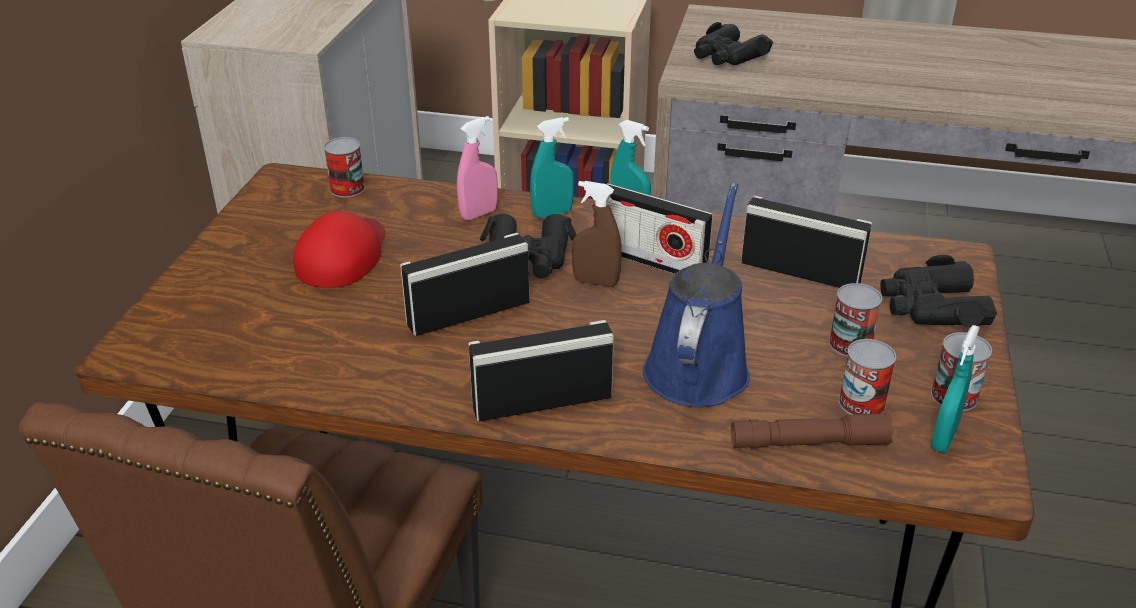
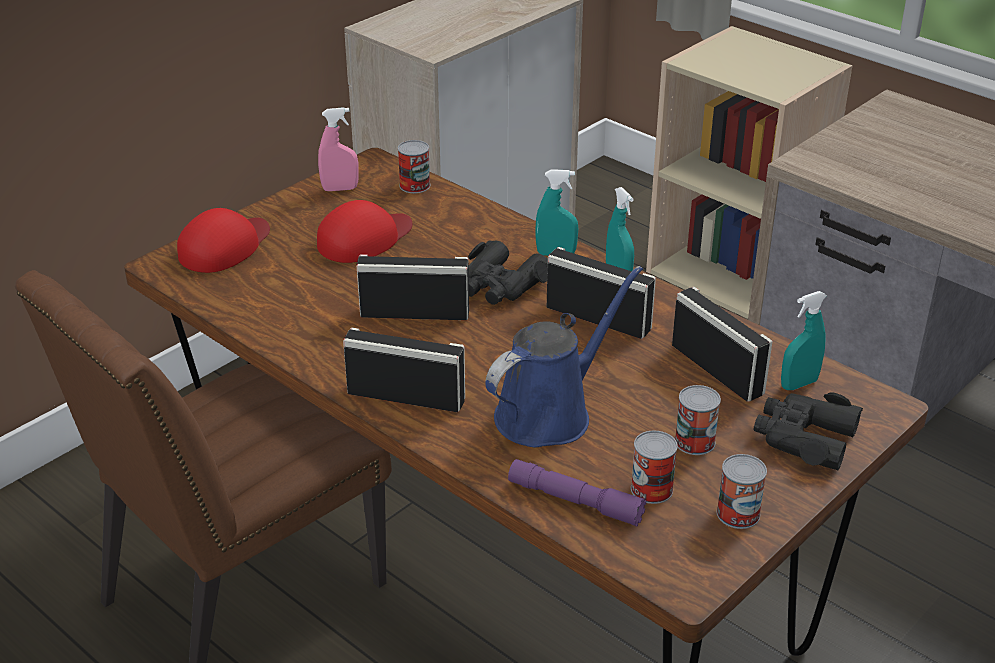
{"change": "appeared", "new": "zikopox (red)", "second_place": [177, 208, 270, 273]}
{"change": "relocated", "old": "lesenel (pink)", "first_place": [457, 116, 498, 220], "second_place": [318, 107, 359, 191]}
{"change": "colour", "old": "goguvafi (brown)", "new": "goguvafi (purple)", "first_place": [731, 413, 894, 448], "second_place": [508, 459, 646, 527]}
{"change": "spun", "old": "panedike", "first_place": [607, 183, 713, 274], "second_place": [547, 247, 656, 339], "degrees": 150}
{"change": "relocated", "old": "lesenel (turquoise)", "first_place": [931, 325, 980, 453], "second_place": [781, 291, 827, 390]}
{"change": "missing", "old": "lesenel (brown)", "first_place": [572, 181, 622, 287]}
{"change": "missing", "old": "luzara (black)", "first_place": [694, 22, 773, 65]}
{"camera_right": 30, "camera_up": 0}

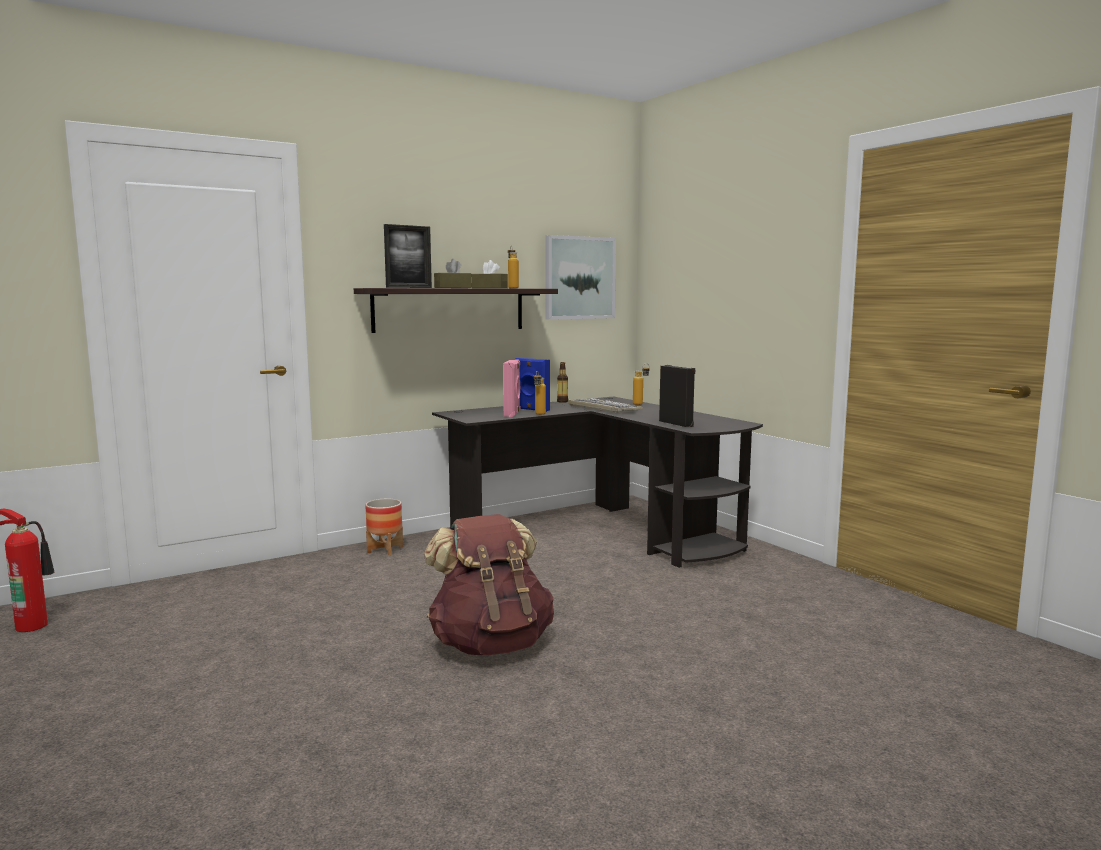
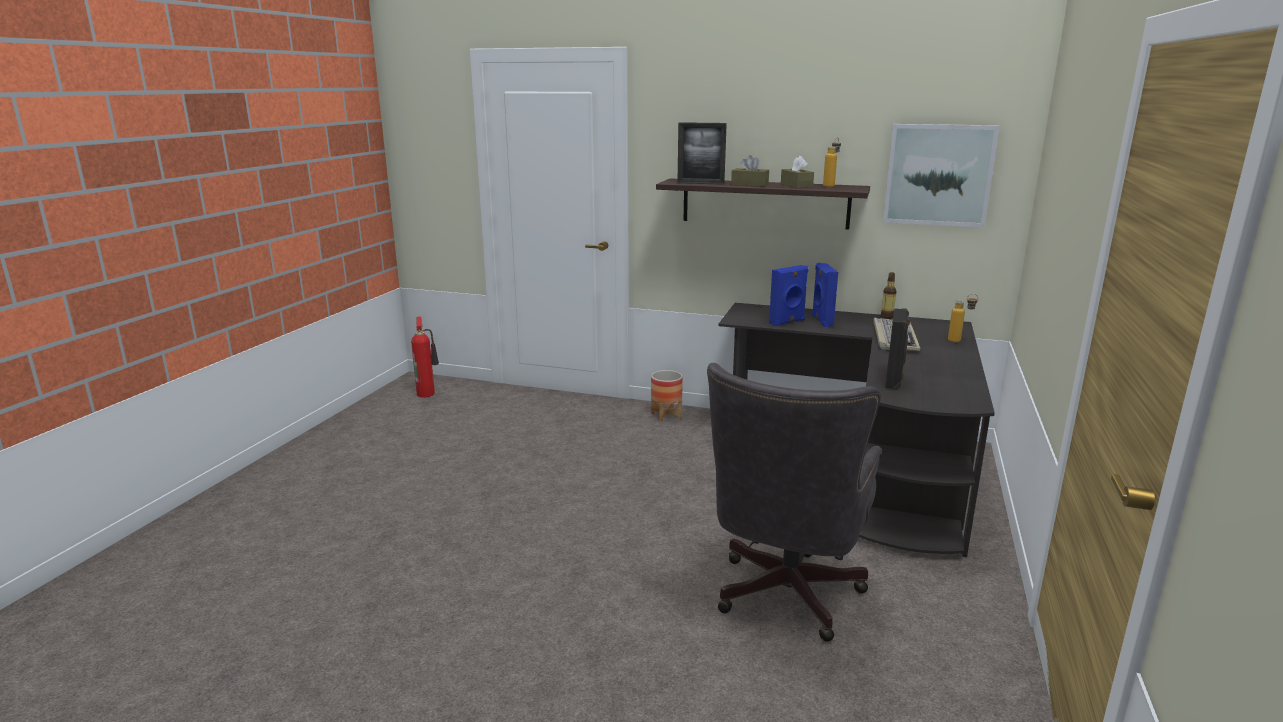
{"change": "appeared", "new": "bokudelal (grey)", "second_place": [707, 363, 882, 642]}
{"change": "colour", "old": "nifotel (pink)", "new": "nifotel (blue)", "first_place": [503, 360, 520, 417], "second_place": [769, 265, 809, 326]}
{"change": "missing", "old": "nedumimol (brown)", "first_place": [424, 514, 554, 656]}
{"change": "missing", "old": "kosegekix", "first_place": [533, 372, 546, 415]}
{"camera_right": 50, "camera_up": 10}

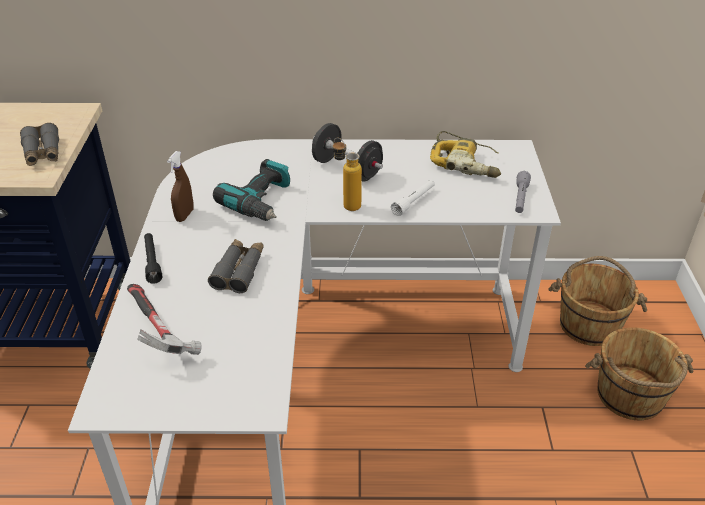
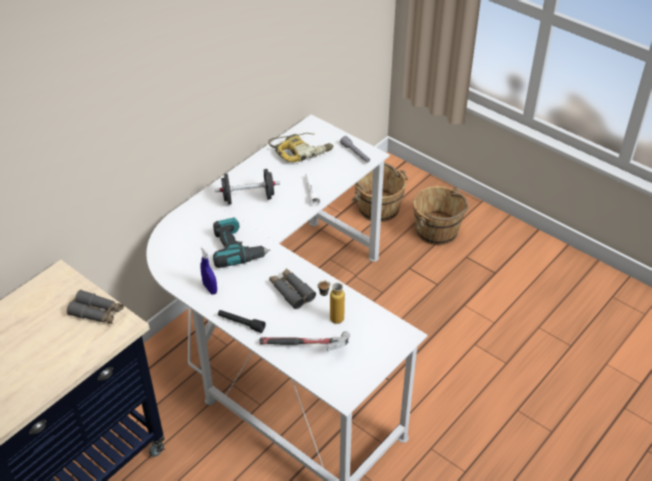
{"change": "colour", "old": "lesenel (brown)", "new": "lesenel (blue)", "first_place": [167, 151, 194, 222], "second_place": [201, 247, 217, 295]}
{"change": "relocated", "old": "kosegekix", "first_place": [333, 138, 362, 211], "second_place": [318, 280, 345, 324]}
{"camera_right": -50, "camera_up": 5}

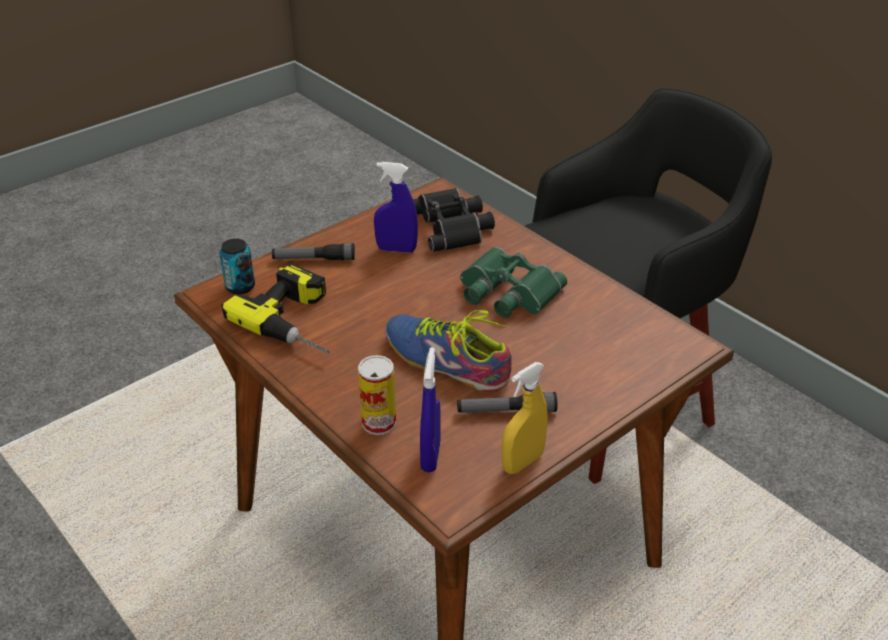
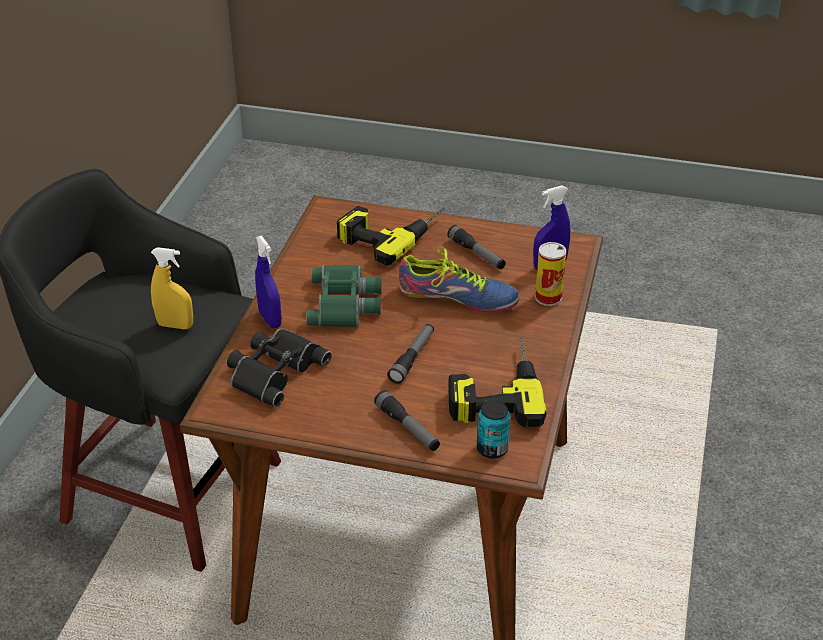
{"change": "relocated", "old": "lesenel (yellow)", "first_place": [502, 362, 548, 474], "second_place": [151, 247, 193, 329]}
{"change": "relocated", "old": "lesenel (blue)", "first_place": [374, 162, 418, 253], "second_place": [255, 235, 282, 328]}
{"change": "appeared", "new": "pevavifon", "second_place": [337, 206, 445, 266]}
{"change": "appeared", "new": "goguvafi", "second_place": [387, 324, 434, 384]}
{"change": "spun", "old": "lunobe", "first_place": [385, 310, 512, 392], "second_place": [399, 247, 520, 312], "degrees": -75}
{"camera_right": -125, "camera_up": 0}

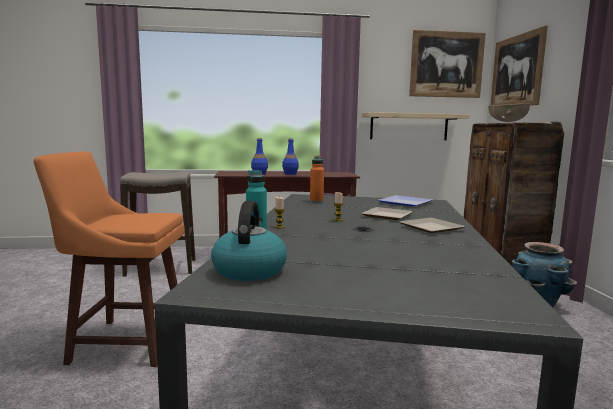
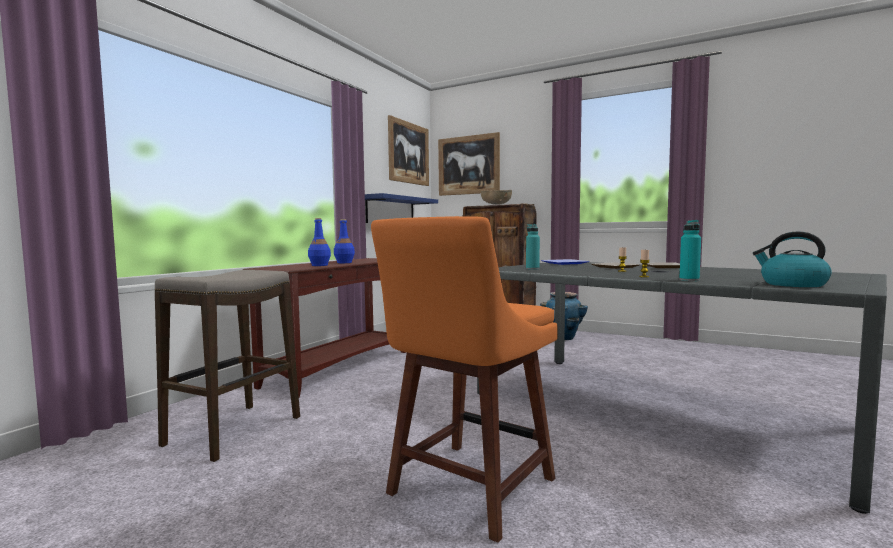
{"change": "colour", "old": "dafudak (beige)", "new": "dafudak (blue)", "first_place": [362, 112, 469, 140], "second_place": [365, 193, 438, 223]}
{"change": "colour", "old": "kosegekix (orange)", "new": "kosegekix (turquoise)", "first_place": [310, 156, 324, 203], "second_place": [526, 224, 540, 270]}
{"camera_right": -55, "camera_up": -5}

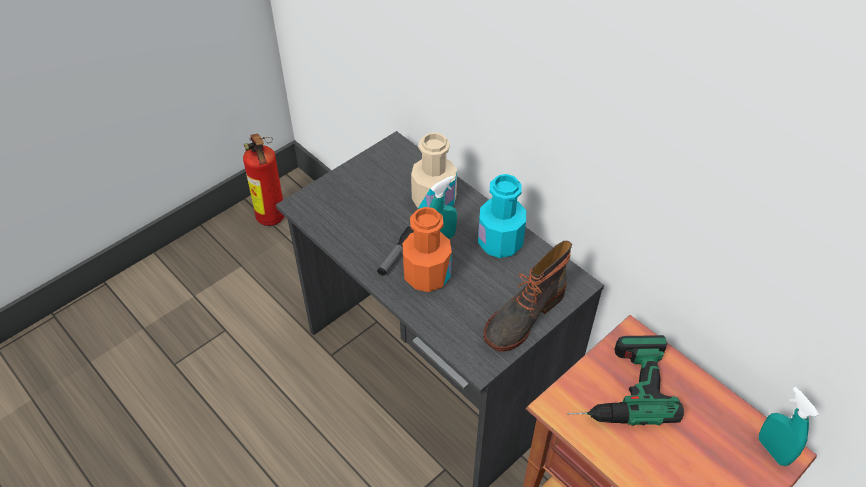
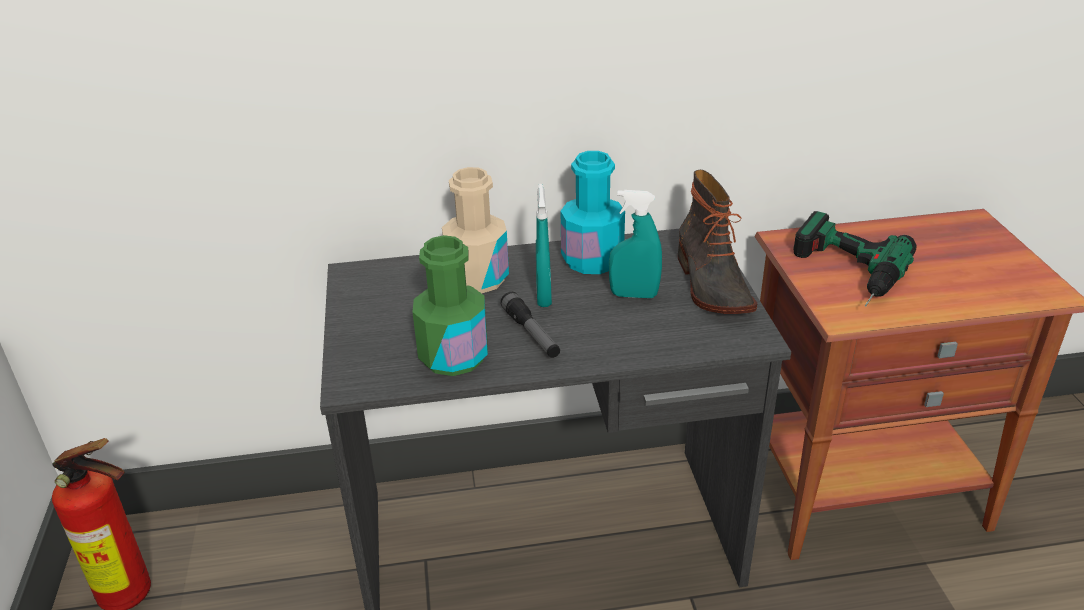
{"change": "appeared", "new": "kosegekix (green)", "second_place": [412, 235, 488, 376]}
{"change": "relocated", "old": "lesenel (turquoise)", "first_place": [759, 387, 819, 466], "second_place": [609, 190, 662, 298]}
{"change": "missing", "old": "kosegekix (orange)", "first_place": [402, 207, 452, 292]}
{"camera_right": -55, "camera_up": -15}

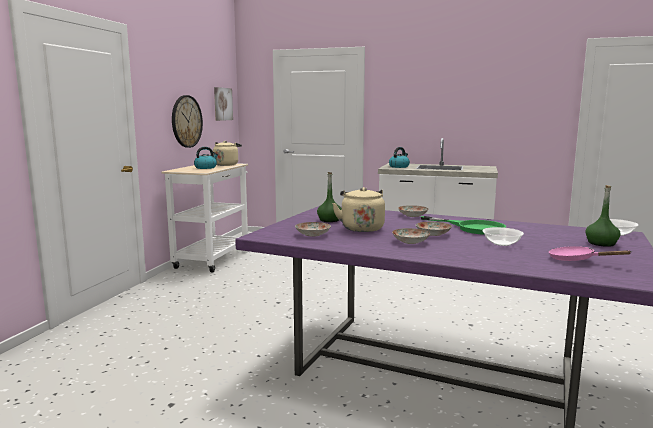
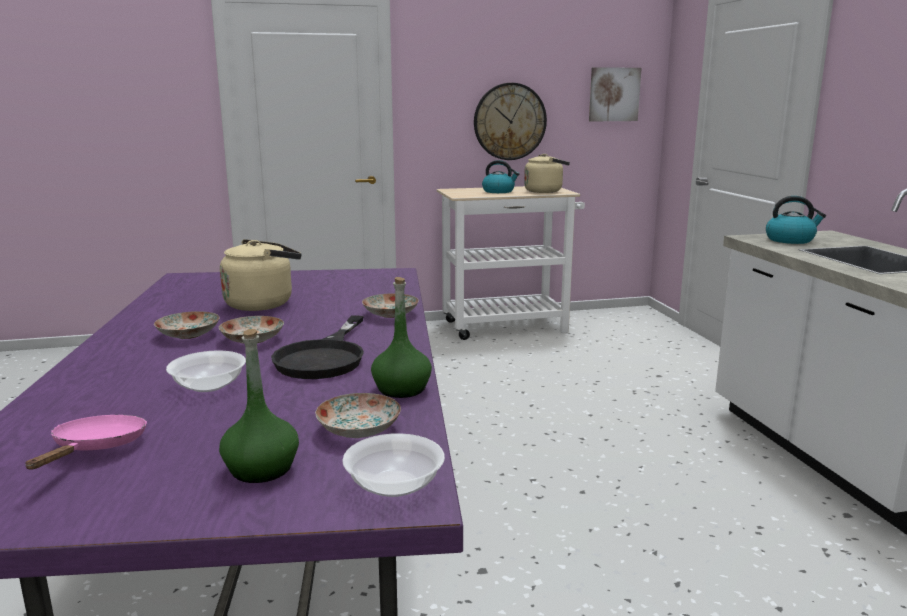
{"change": "colour", "old": "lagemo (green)", "new": "lagemo (black)", "first_place": [421, 216, 506, 235], "second_place": [271, 316, 364, 379]}
{"change": "relocated", "old": "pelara", "first_place": [295, 222, 331, 237], "second_place": [315, 393, 401, 438]}
{"change": "relocated", "old": "kosegekix (green)", "first_place": [317, 172, 342, 222], "second_place": [371, 277, 432, 398]}
{"camera_right": 60, "camera_up": 5}

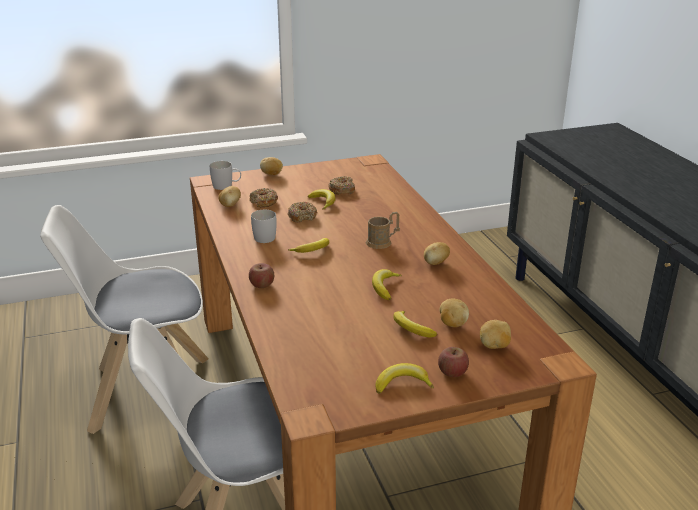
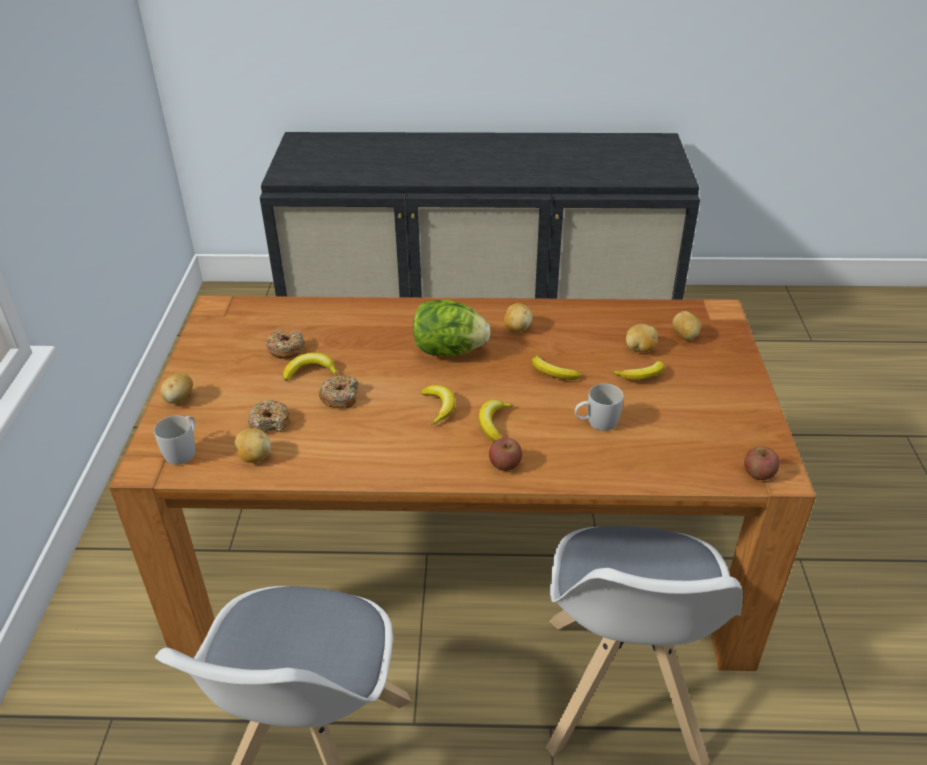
{"change": "exchanged", "old": "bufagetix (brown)", "new": "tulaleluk", "first_place": [366, 212, 400, 249], "second_place": [413, 300, 491, 356]}
{"change": "relocated", "old": "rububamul", "first_place": [376, 363, 434, 394], "second_place": [479, 399, 514, 442]}
{"change": "relocated", "old": "bufagetix (white)", "first_place": [251, 210, 277, 243], "second_place": [575, 384, 624, 431]}
{"change": "relocated", "old": "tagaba", "first_place": [438, 347, 469, 377], "second_place": [744, 446, 780, 480]}
{"camera_right": -70, "camera_up": 10}

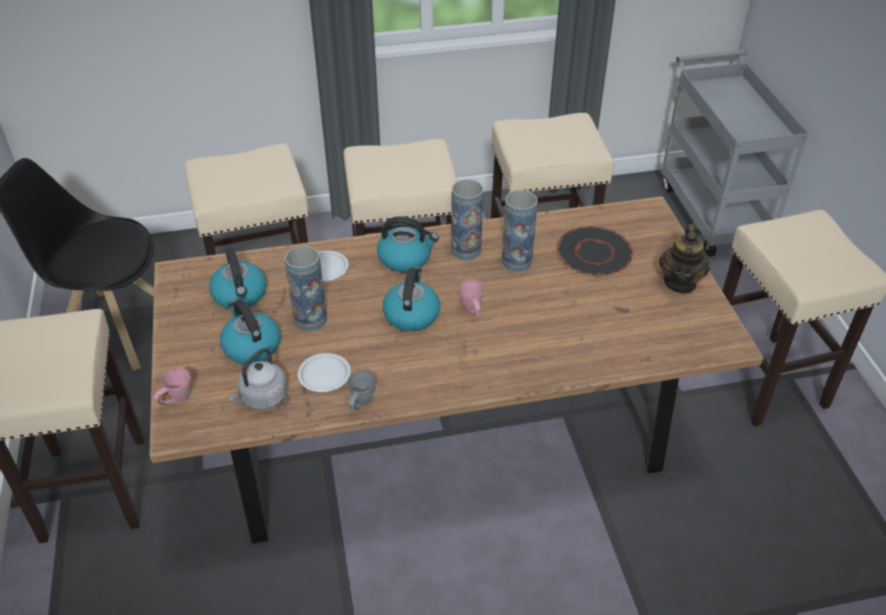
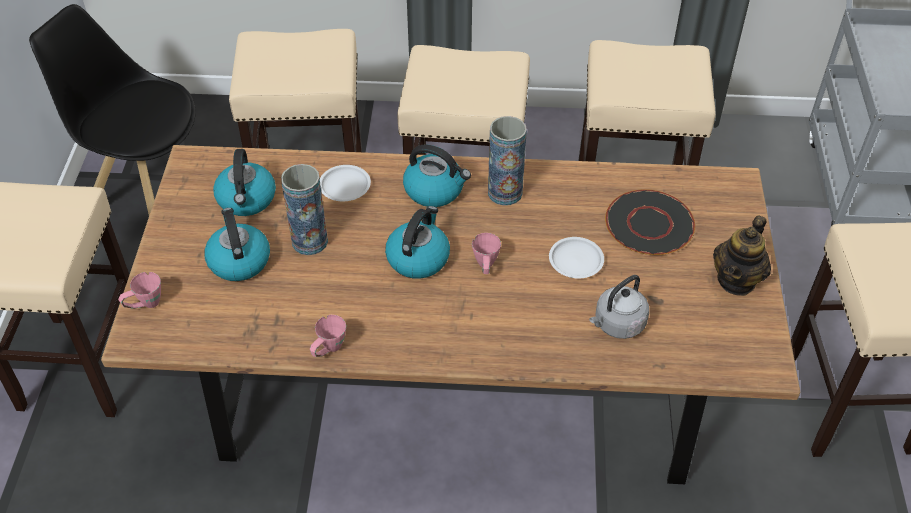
{"change": "colour", "old": "bufagetix (grey)", "new": "bufagetix (pink)", "first_place": [347, 370, 376, 410], "second_place": [310, 315, 346, 357]}
{"change": "relocated", "old": "pelara (white)", "first_place": [298, 353, 351, 392], "second_place": [549, 237, 604, 278]}
{"change": "relocated", "old": "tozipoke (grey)", "first_place": [228, 348, 288, 410], "second_place": [589, 275, 649, 339]}
{"change": "missing", "old": "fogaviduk", "first_place": [502, 190, 538, 271]}
{"camera_right": 15, "camera_up": 5}

